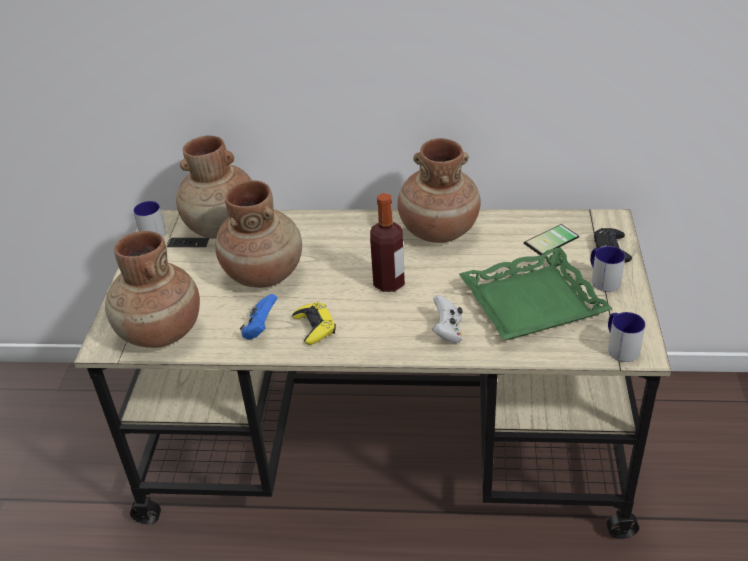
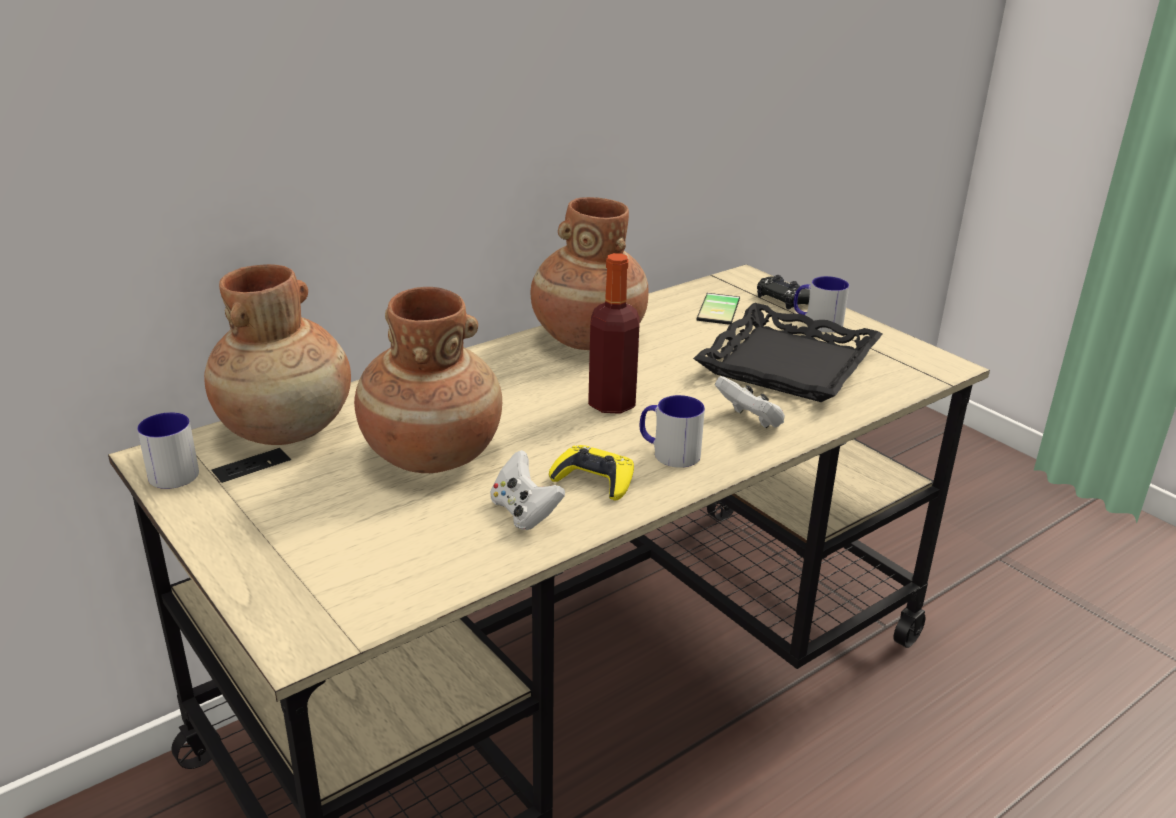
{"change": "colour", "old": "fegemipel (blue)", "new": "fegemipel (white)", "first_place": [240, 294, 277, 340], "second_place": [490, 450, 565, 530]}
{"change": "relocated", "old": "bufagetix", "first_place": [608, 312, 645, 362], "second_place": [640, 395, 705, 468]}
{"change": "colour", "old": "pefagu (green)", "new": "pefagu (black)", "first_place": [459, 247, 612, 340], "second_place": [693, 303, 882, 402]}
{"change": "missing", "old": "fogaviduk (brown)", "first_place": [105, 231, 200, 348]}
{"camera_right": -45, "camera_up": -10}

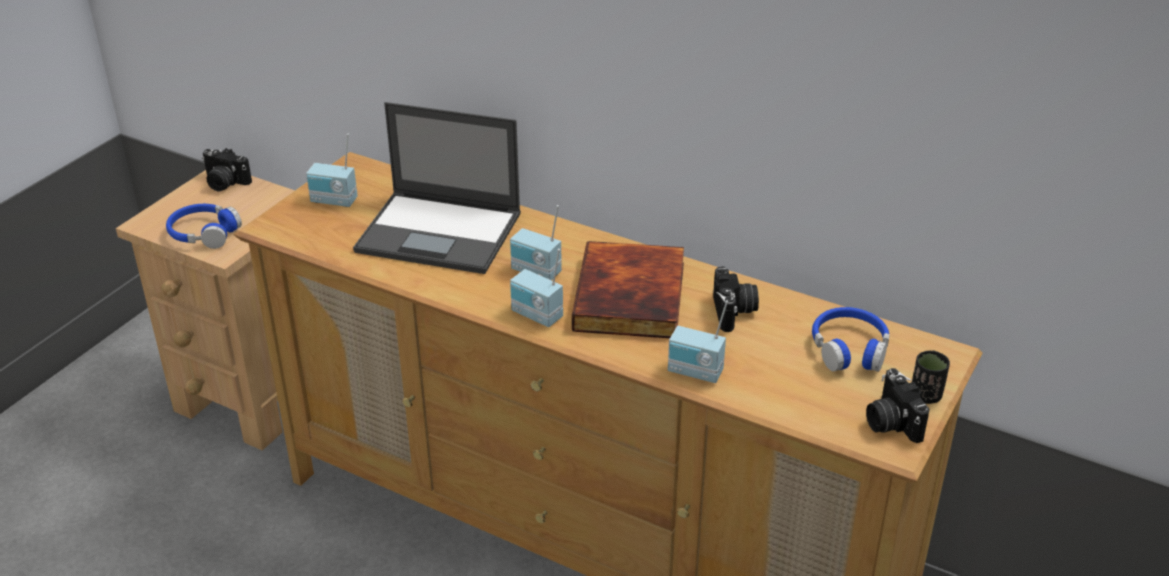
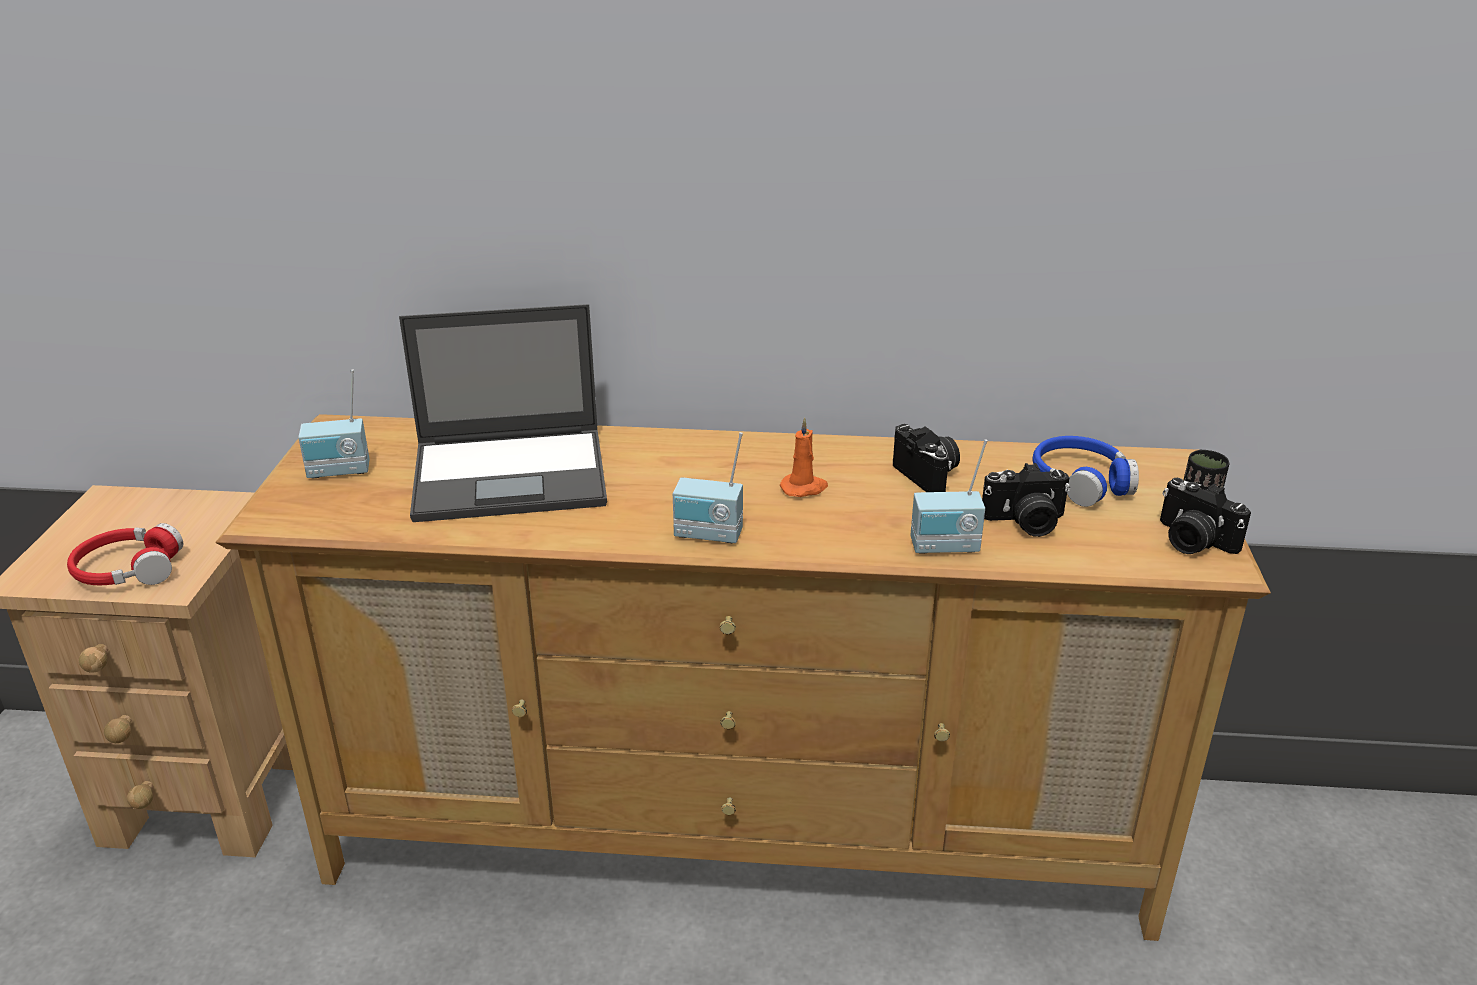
{"change": "colour", "old": "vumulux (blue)", "new": "vumulux (red)", "first_place": [166, 204, 242, 249], "second_place": [67, 523, 183, 585]}
{"change": "exchanged", "old": "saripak", "new": "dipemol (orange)", "first_place": [572, 241, 684, 338], "second_place": [780, 418, 828, 497]}
{"change": "relocated", "old": "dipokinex", "first_place": [202, 148, 252, 192], "second_place": [982, 463, 1070, 537]}
{"change": "missing", "old": "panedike", "first_place": [510, 205, 562, 280]}
{"camera_right": -25, "camera_up": -5}

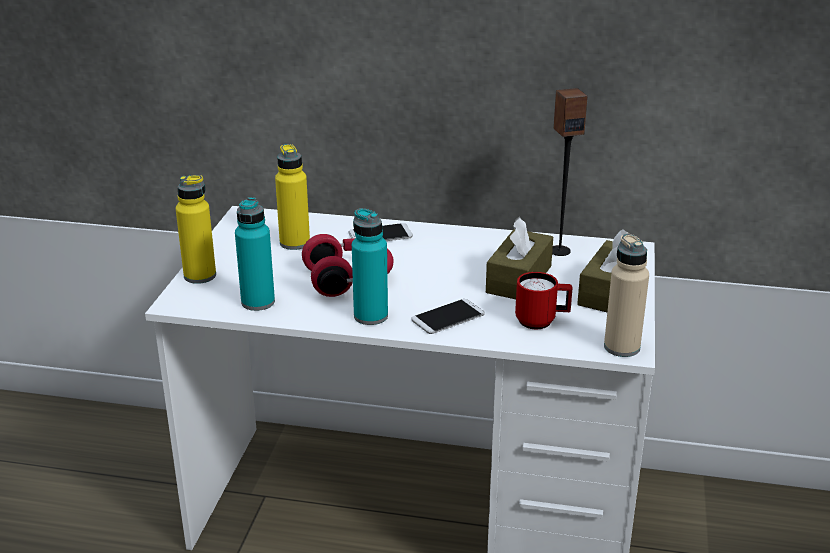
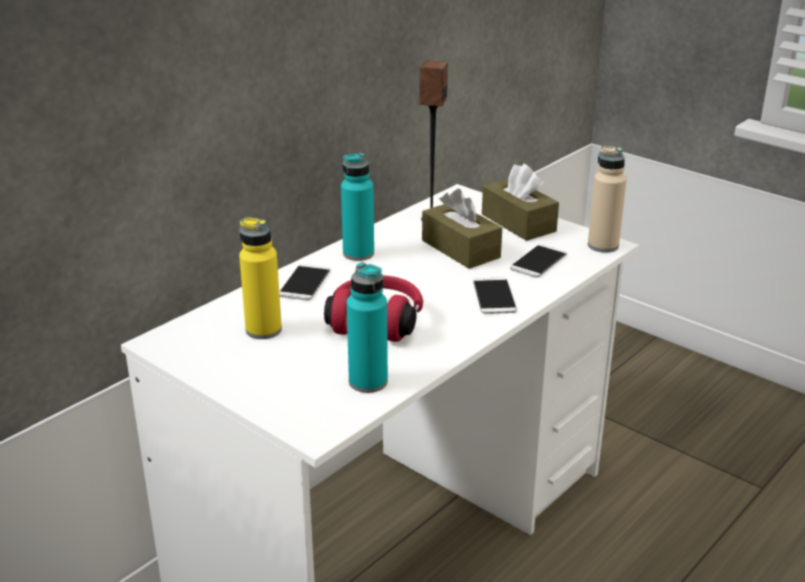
{"change": "relocated", "old": "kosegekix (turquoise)", "first_place": [352, 208, 388, 325], "second_place": [341, 153, 374, 261]}
{"change": "exchanged", "old": "bufagetix (red)", "new": "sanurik", "first_place": [515, 272, 573, 329], "second_place": [510, 244, 567, 277]}
{"change": "missing", "old": "kosegekix (yellow)", "first_place": [176, 175, 216, 284]}
{"camera_right": -60, "camera_up": 0}

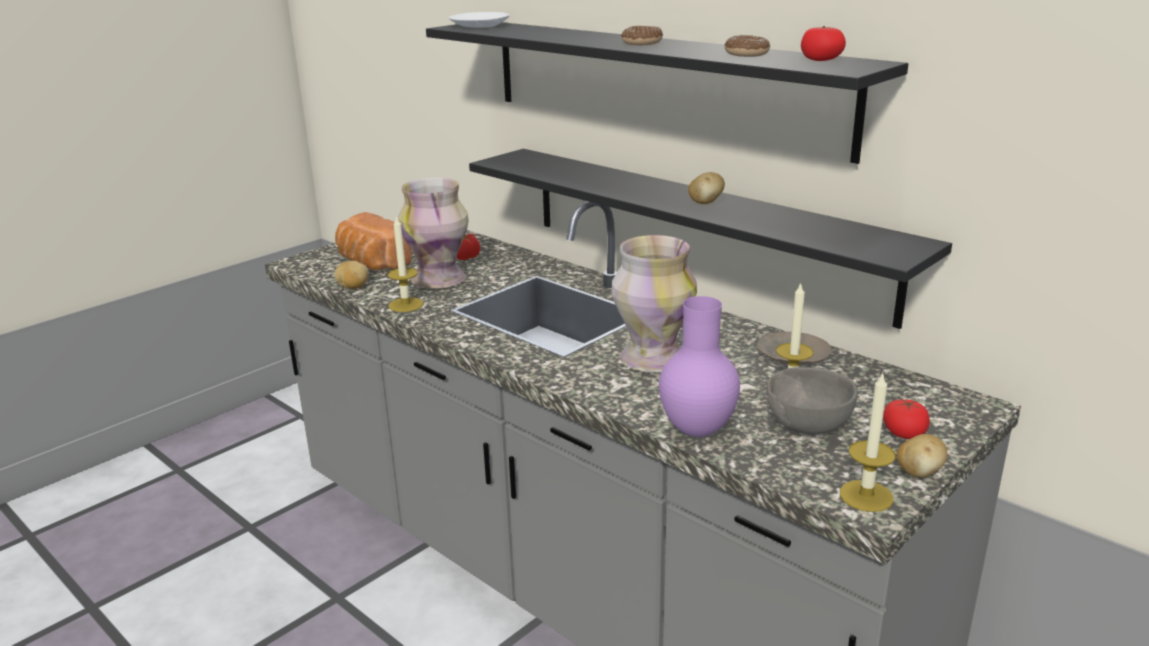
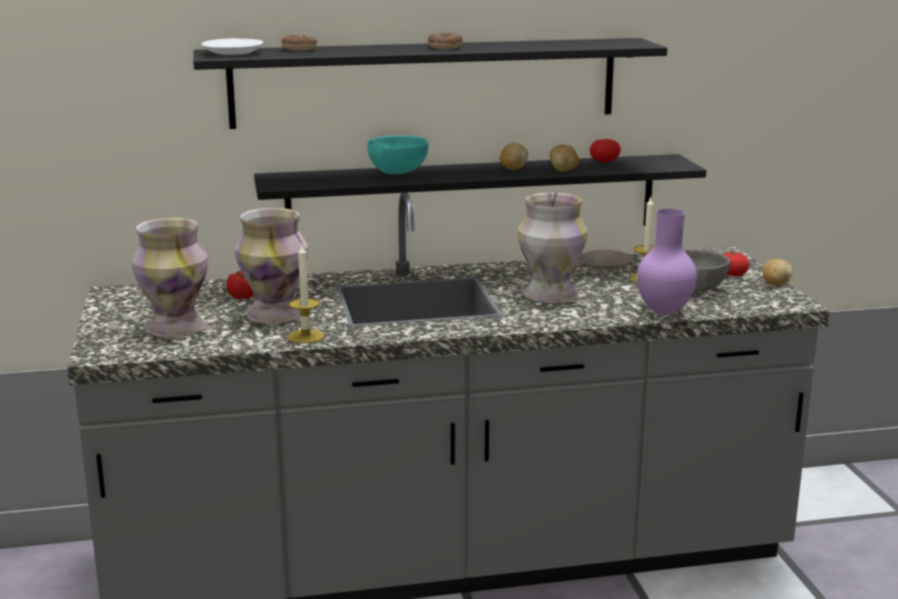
{"change": "exchanged", "old": "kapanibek", "new": "fogaviduk", "first_place": [335, 212, 412, 270], "second_place": [132, 218, 208, 338]}
{"change": "relocated", "old": "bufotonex", "first_place": [724, 35, 770, 57], "second_place": [282, 35, 317, 51]}
{"change": "appeared", "new": "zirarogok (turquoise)", "second_place": [367, 135, 428, 174]}
{"change": "relocated", "old": "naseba", "first_place": [334, 261, 369, 289], "second_place": [550, 144, 579, 172]}
{"change": "relocated", "old": "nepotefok", "first_place": [801, 26, 846, 61], "second_place": [590, 139, 621, 162]}
{"change": "missing", "old": "dipemol", "first_place": [840, 372, 896, 512]}
{"camera_right": -55, "camera_up": -5}

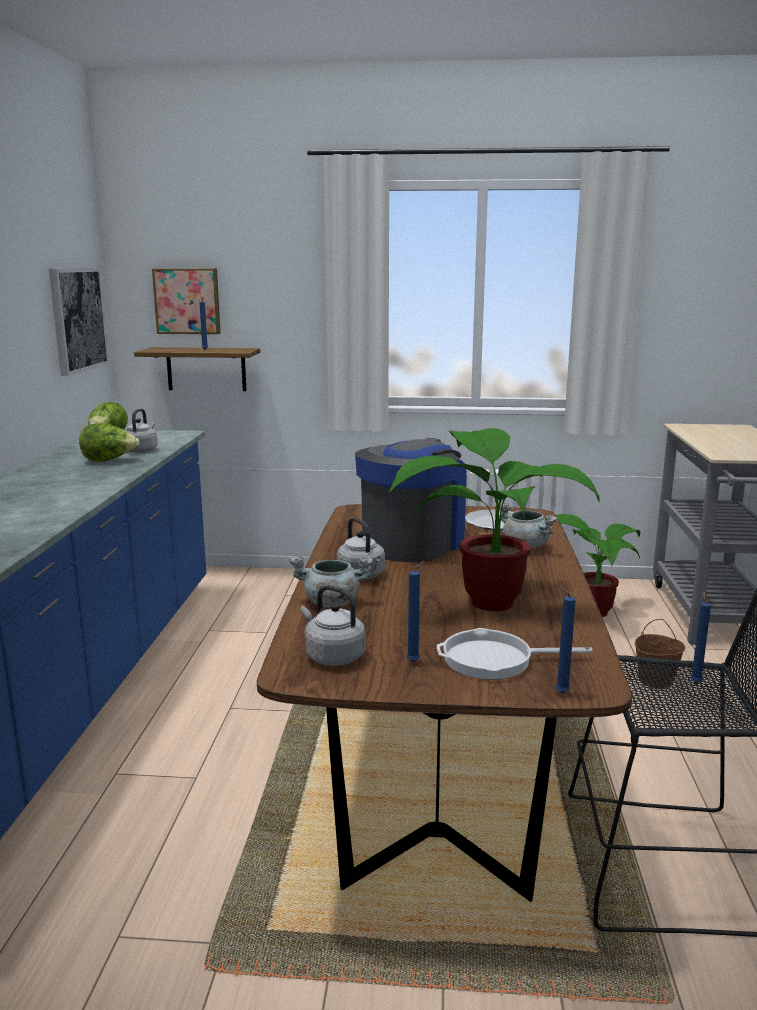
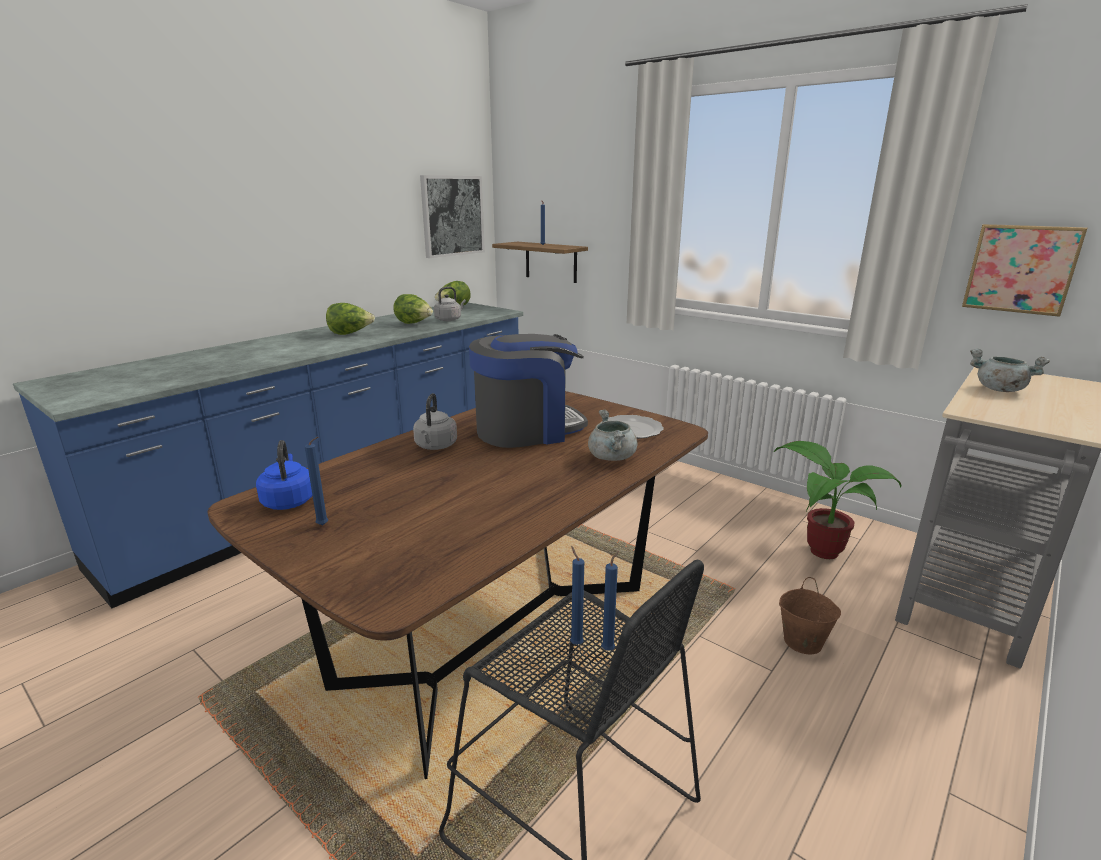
{"change": "colour", "old": "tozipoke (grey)", "new": "tozipoke (blue)", "first_place": [300, 585, 366, 666], "second_place": [256, 440, 312, 510]}
{"change": "appeared", "new": "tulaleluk", "second_place": [326, 303, 375, 335]}
{"change": "relocated", "old": "dipemol (blue)", "first_place": [556, 585, 576, 694], "second_place": [570, 546, 584, 645]}
{"change": "relocated", "old": "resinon", "first_place": [152, 268, 221, 334], "second_place": [962, 224, 1088, 317]}
{"change": "relocated", "old": "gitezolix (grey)", "first_place": [289, 556, 373, 607], "second_place": [970, 349, 1050, 392]}
{"change": "missing", "old": "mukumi", "first_place": [389, 428, 600, 611]}
{"change": "missing", "old": "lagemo", "first_place": [437, 628, 593, 680]}
{"camera_right": 35, "camera_up": 5}

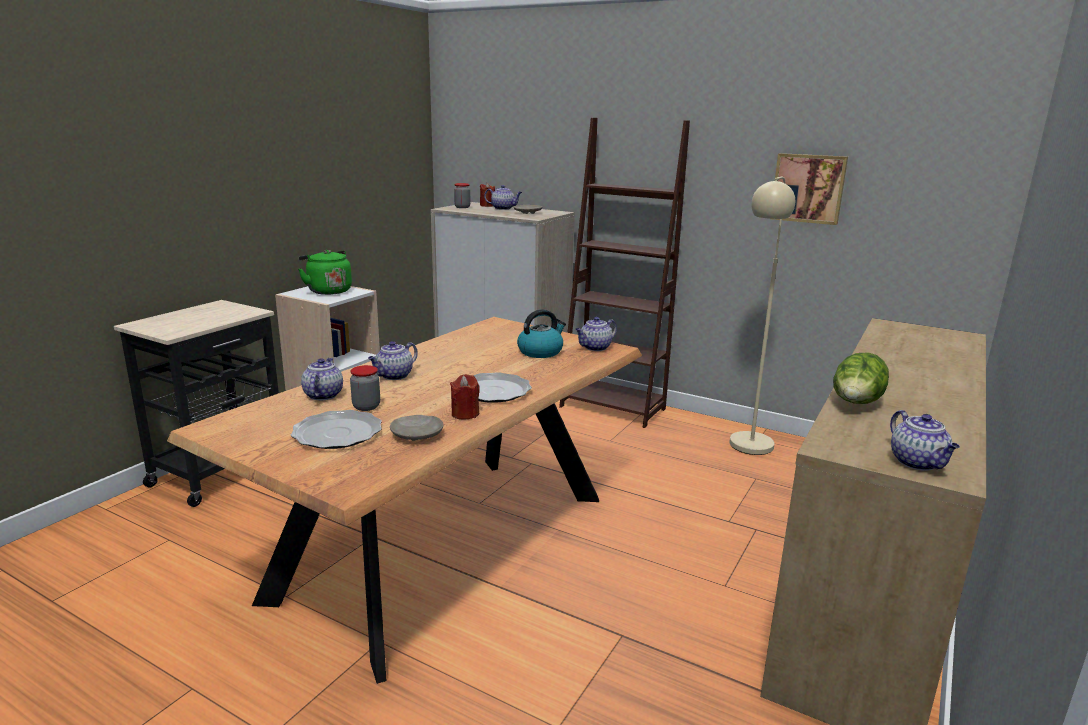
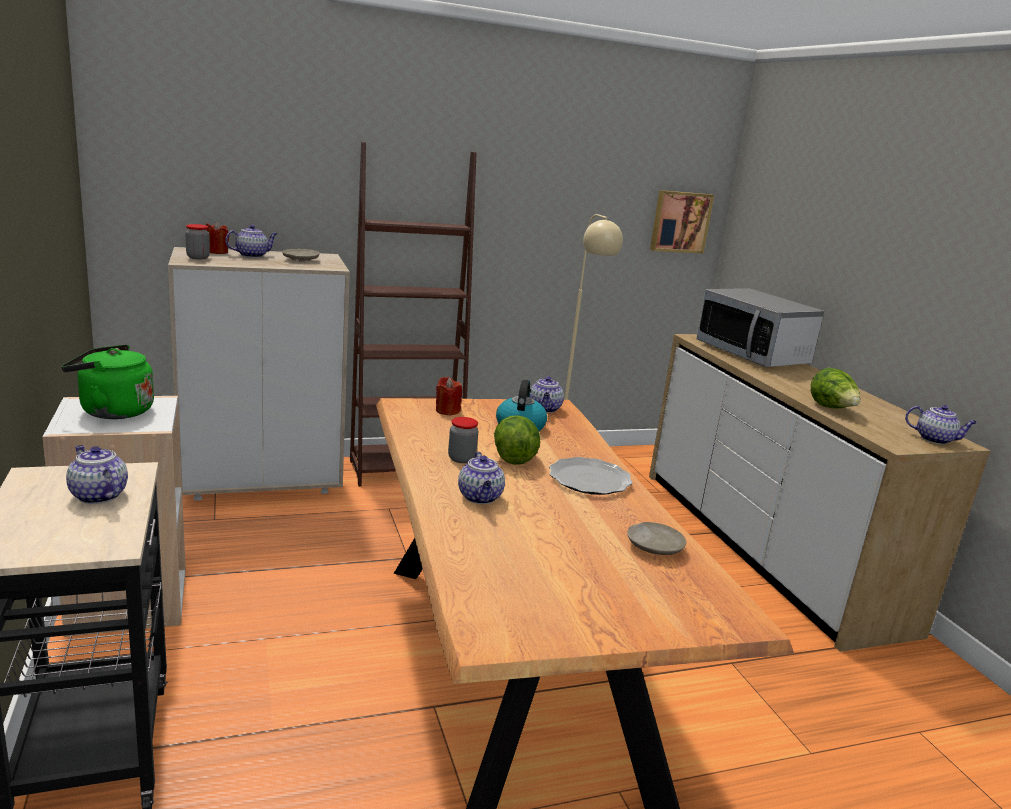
{"change": "relocated", "old": "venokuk", "first_place": [301, 358, 343, 400], "second_place": [66, 445, 128, 504]}
{"change": "relocated", "old": "dipemol (red)", "first_place": [450, 374, 480, 420], "second_place": [436, 377, 462, 415]}
{"change": "relocated", "old": "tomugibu", "first_place": [350, 365, 380, 411], "second_place": [448, 417, 479, 463]}
{"change": "appeared", "new": "tulaleluk", "second_place": [494, 415, 540, 465]}
{"change": "relocated", "old": "resinon", "first_place": [774, 153, 848, 225], "second_place": [650, 190, 714, 253]}
{"change": "appeared", "new": "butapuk", "second_place": [696, 288, 824, 367]}
{"change": "missing", "old": "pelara", "first_place": [291, 410, 382, 449]}
{"camera_right": -50, "camera_up": 0}

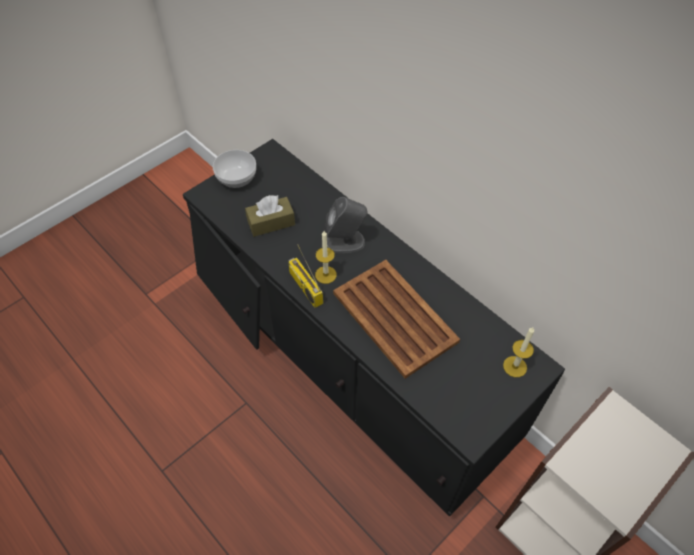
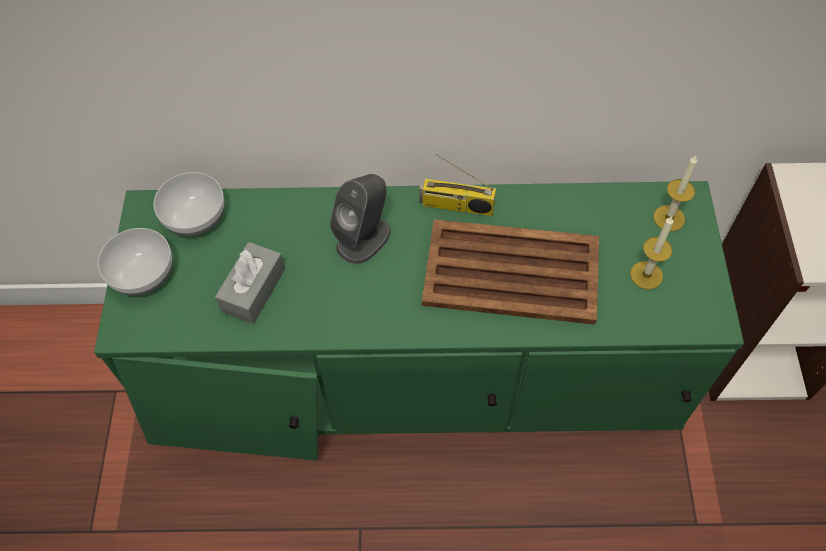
{"change": "colour", "old": "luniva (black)", "new": "luniva (green)", "first_place": [183, 139, 565, 516], "second_place": [94, 181, 744, 461]}
{"change": "appeared", "new": "zirarogok", "second_place": [153, 172, 224, 236]}
{"change": "colour", "old": "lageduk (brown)", "new": "lageduk (grey)", "first_place": [245, 195, 295, 237], "second_place": [215, 242, 285, 324]}
{"change": "relocated", "old": "panedike", "first_place": [288, 244, 323, 308], "second_place": [419, 154, 496, 216]}
{"change": "relocated", "old": "dipemol", "first_place": [315, 231, 337, 284], "second_place": [630, 216, 674, 289]}
{"camera_right": -45, "camera_up": 5}

